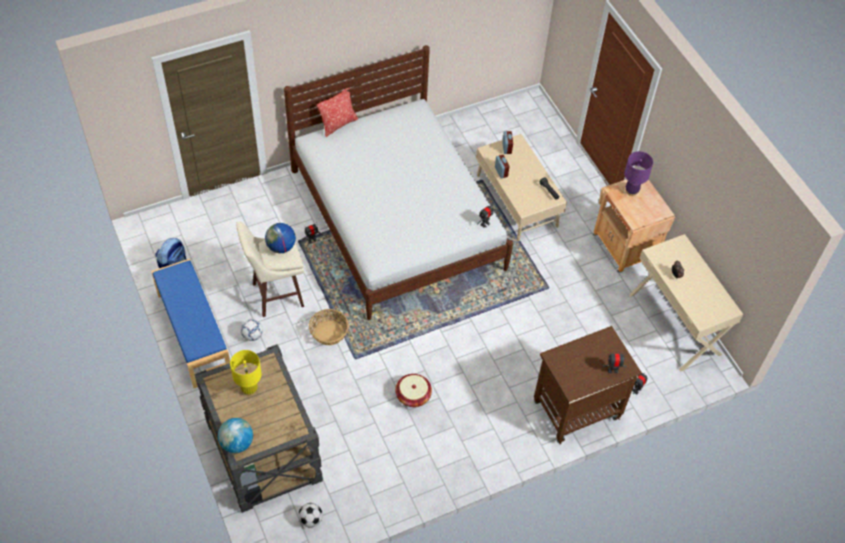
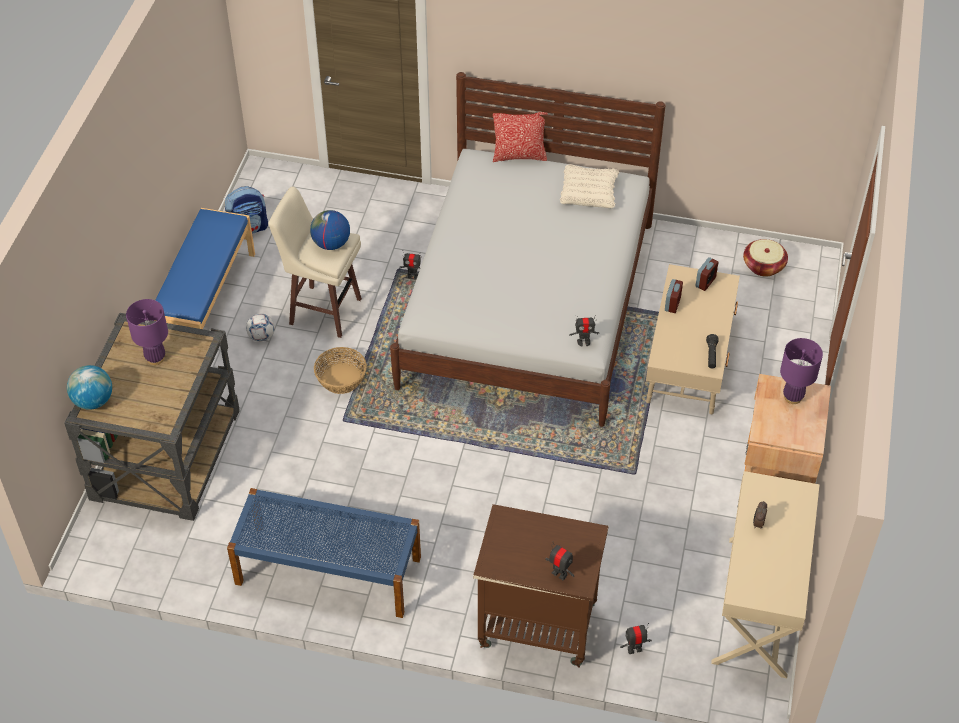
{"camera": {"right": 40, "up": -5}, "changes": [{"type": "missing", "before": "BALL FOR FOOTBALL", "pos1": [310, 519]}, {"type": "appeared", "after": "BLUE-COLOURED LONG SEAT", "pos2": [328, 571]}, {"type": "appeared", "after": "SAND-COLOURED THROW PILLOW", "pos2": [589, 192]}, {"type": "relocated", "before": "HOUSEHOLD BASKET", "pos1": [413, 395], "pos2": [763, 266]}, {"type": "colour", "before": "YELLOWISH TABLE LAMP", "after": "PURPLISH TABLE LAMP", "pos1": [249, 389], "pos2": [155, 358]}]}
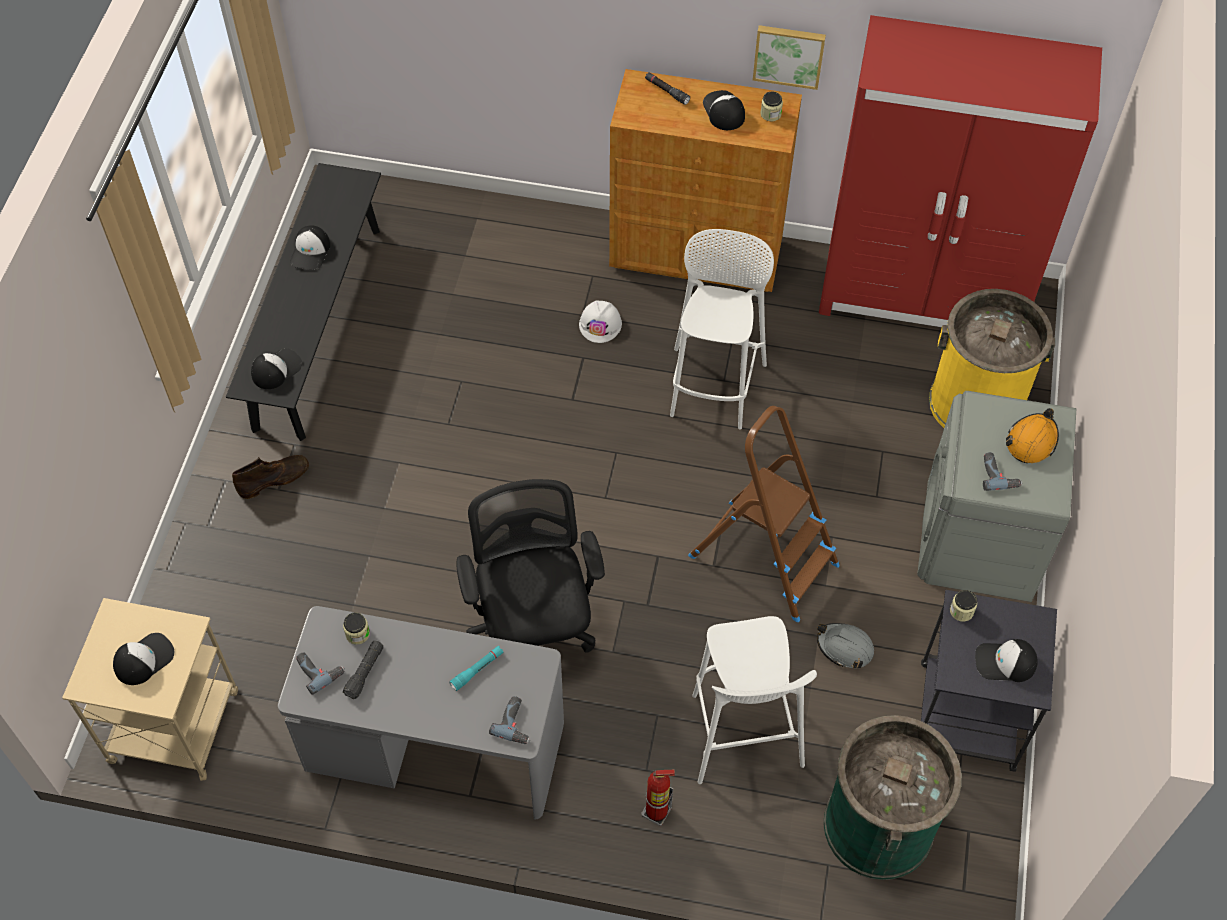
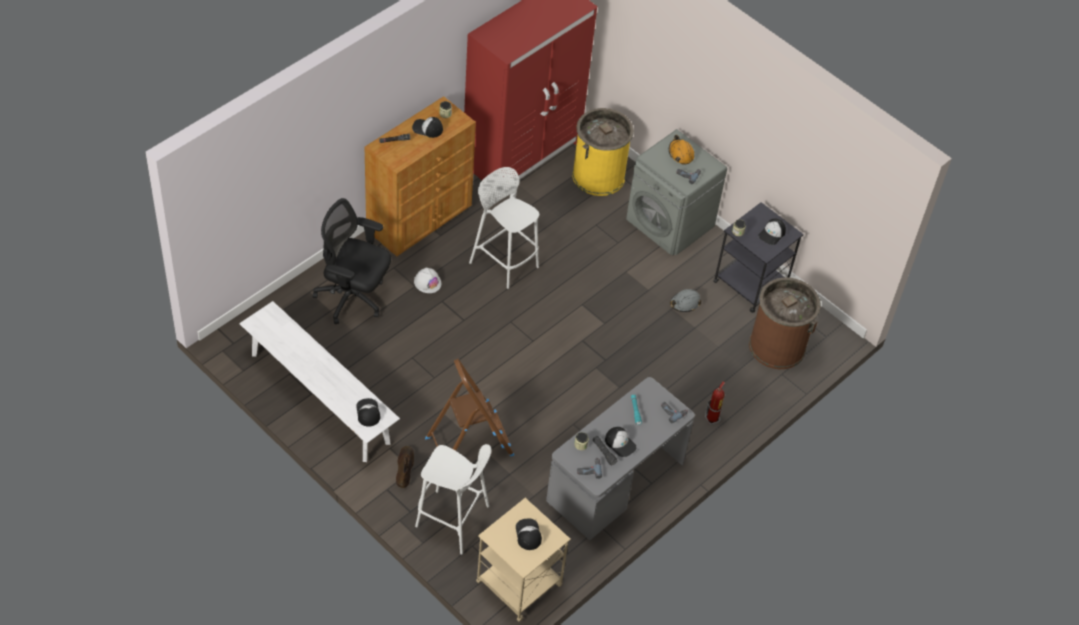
{"camera": {"right": -60, "up": -5}, "changes": [{"type": "missing", "before": "PICTURE", "pos1": [789, 55]}, {"type": "relocated", "before": "BASEBALL CAP", "pos1": [311, 252], "pos2": [620, 443]}, {"type": "relocated", "before": "BLACKISH OFFICE CHAIR", "pos1": [534, 634], "pos2": [355, 297]}, {"type": "relocated", "before": "BROWN STEP STOOL", "pos1": [765, 561], "pos2": [470, 446]}, {"type": "relocated", "before": "WHITE-COLOURED STOOL", "pos1": [742, 735], "pos2": [452, 520]}, {"type": "colour", "before": "BLACKISH LONG SEAT", "after": "WHITE-COLOURED LONG SEAT", "pos1": [317, 326], "pos2": [319, 398]}, {"type": "colour", "before": "GREEN-COLOURED TRASH CAN", "after": "BROWN TRASH CAN", "pos1": [878, 826], "pos2": [777, 346]}]}
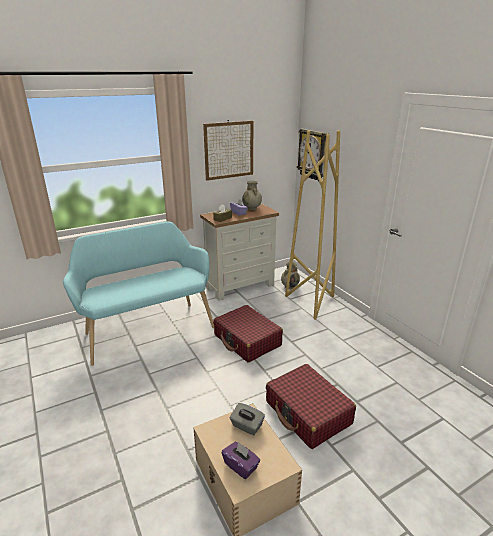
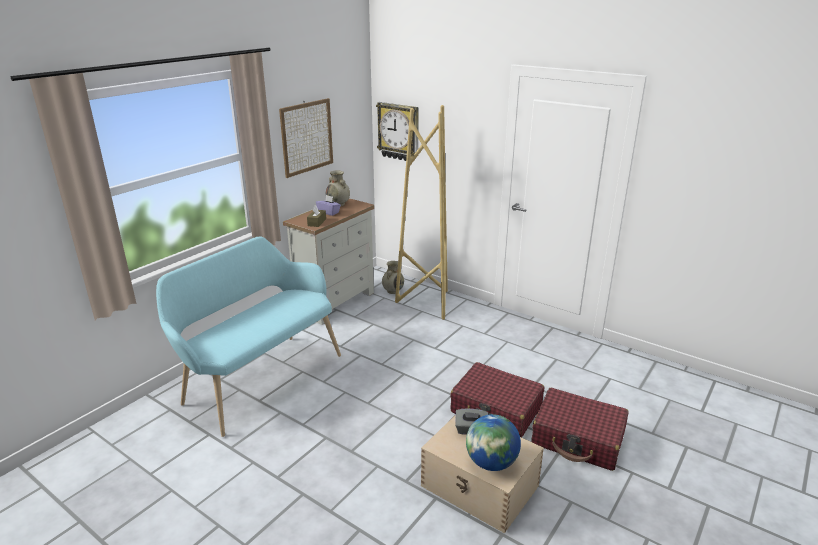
{"camera": {"right": -25, "up": 0}, "changes": [{"type": "relocated", "before": "RED-COLOURED SUITCASE", "pos1": [247, 340], "pos2": [578, 438]}, {"type": "exchanged", "before": "PURPLISH TISSUE HOLDER", "after": "WORLD GLOBE", "pos1": [241, 466], "pos2": [491, 463]}]}
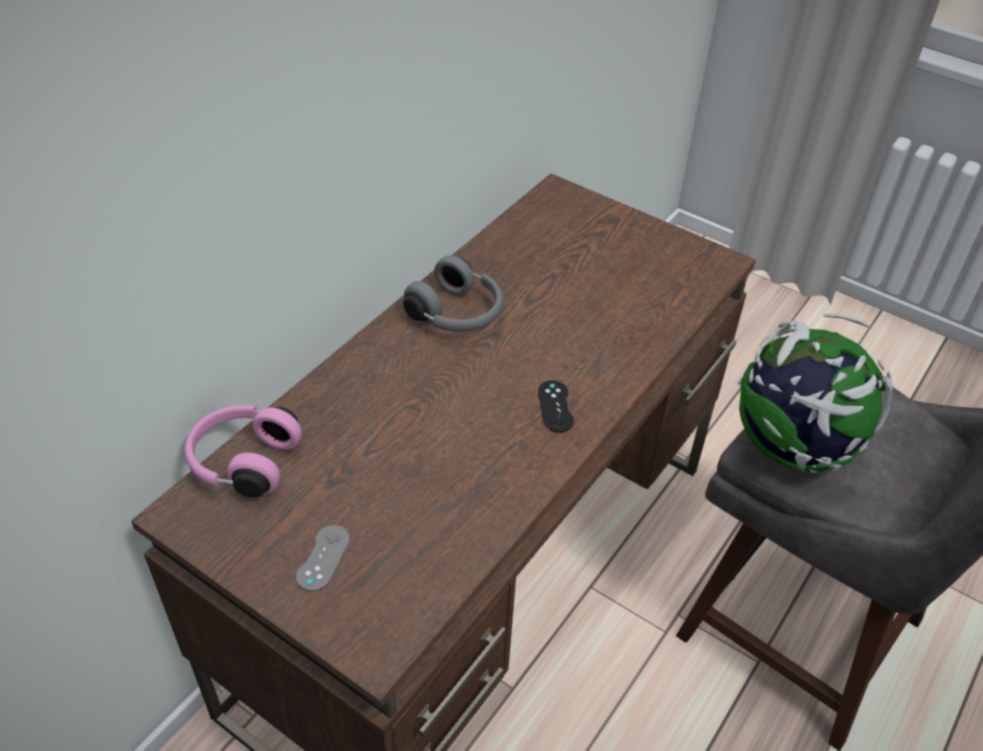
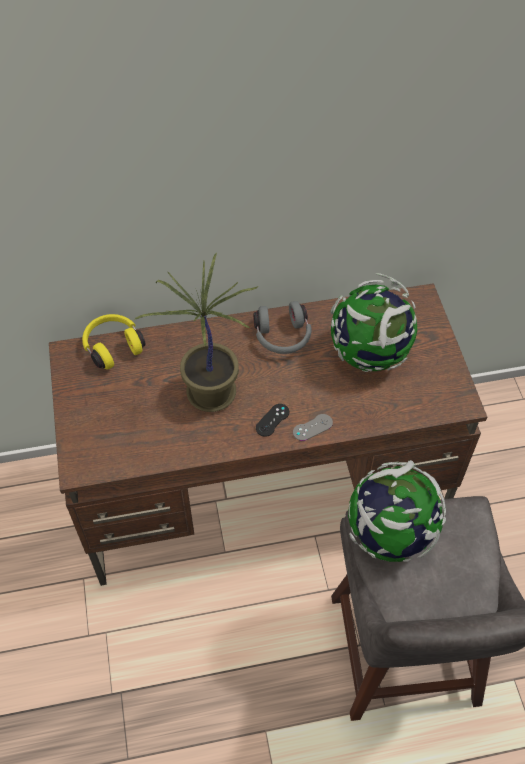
{"camera": {"right": 45, "up": 10}, "changes": [{"type": "appeared", "after": "HOUSEPLANT", "pos2": [209, 393]}, {"type": "appeared", "after": "WORLD GLOBE", "pos2": [369, 353]}, {"type": "relocated", "before": "GREY GAMEPAD", "pos1": [323, 558], "pos2": [312, 427]}, {"type": "colour", "before": "PINKISH HEADPHONES", "after": "YELLOWISH HEADPHONES", "pos1": [243, 461], "pos2": [113, 346]}]}
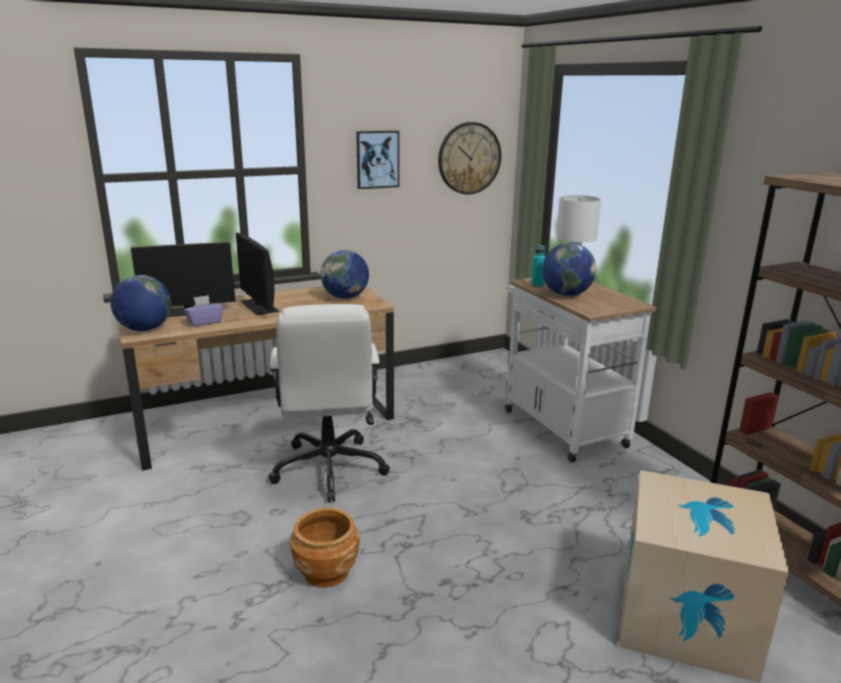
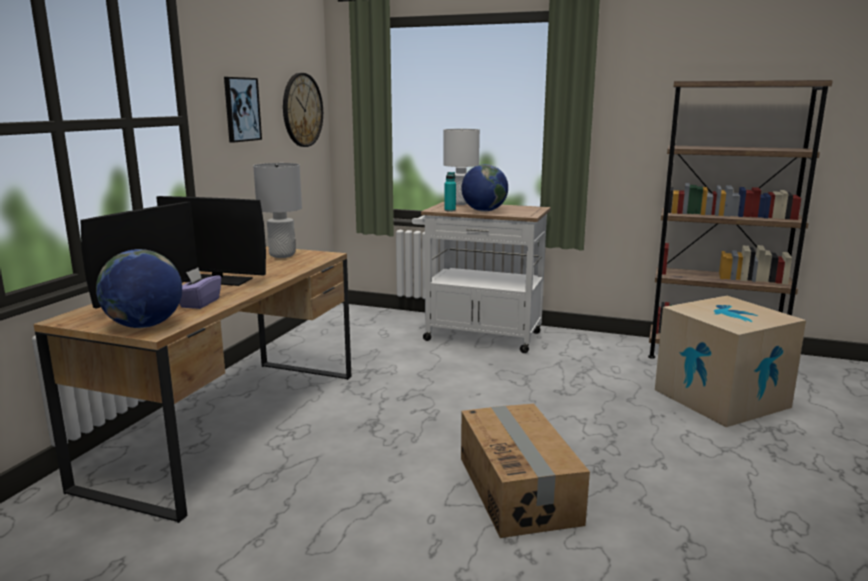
{"camera": {"right": -45, "up": -5}, "changes": [{"type": "missing", "before": "WHITE-COLOURED OFFICE CHAIR", "pos1": [329, 472]}, {"type": "exchanged", "before": "BROWN FLOWER POT", "after": "CARTON", "pos1": [326, 572], "pos2": [519, 489]}, {"type": "exchanged", "before": "WORLD GLOBE", "after": "GREY TABLE LAMP", "pos1": [345, 297], "pos2": [283, 256]}]}
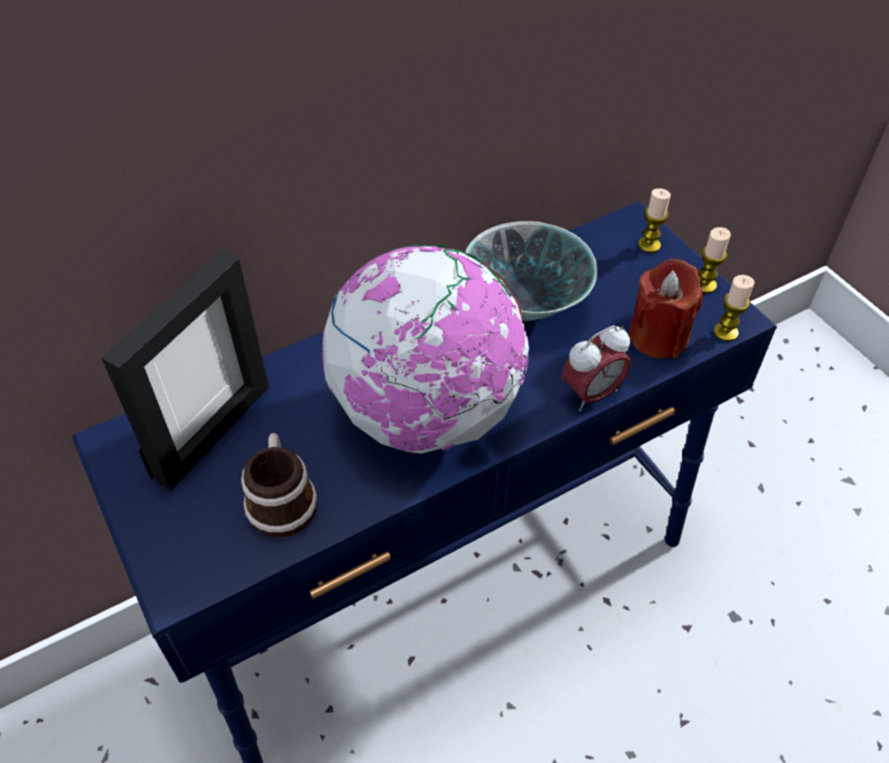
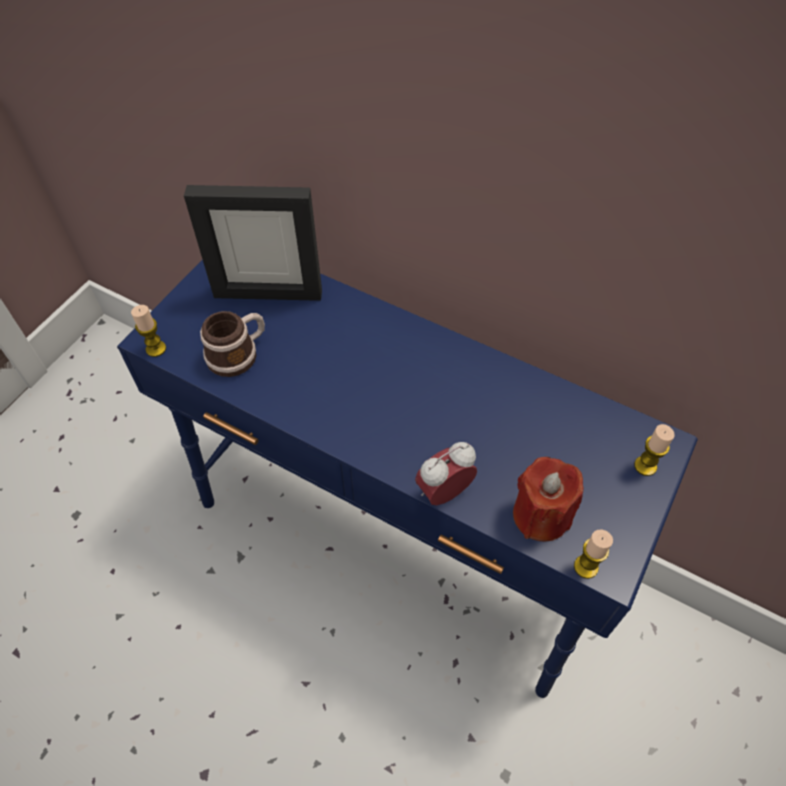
{"camera": {"right": 60, "up": 5}, "changes": [{"type": "missing", "before": "WORLD GLOBE", "pos1": [427, 413]}, {"type": "missing", "before": "BOWL", "pos1": [526, 305]}, {"type": "relocated", "before": "WAX CANDLE", "pos1": [704, 285], "pos2": [156, 349]}, {"type": "spun", "before": "BEDSIDE CLOCK", "pos1": [591, 394], "pos2": [444, 492], "turn": 120}]}
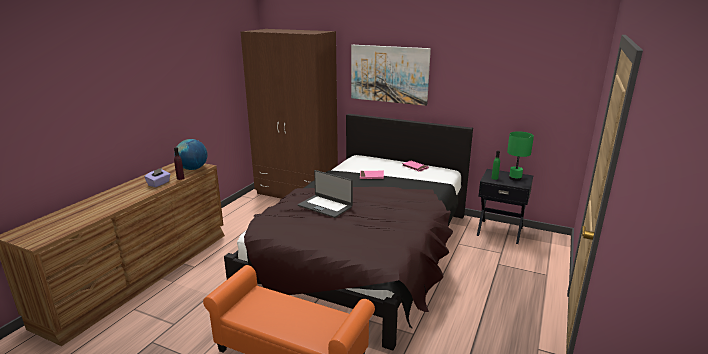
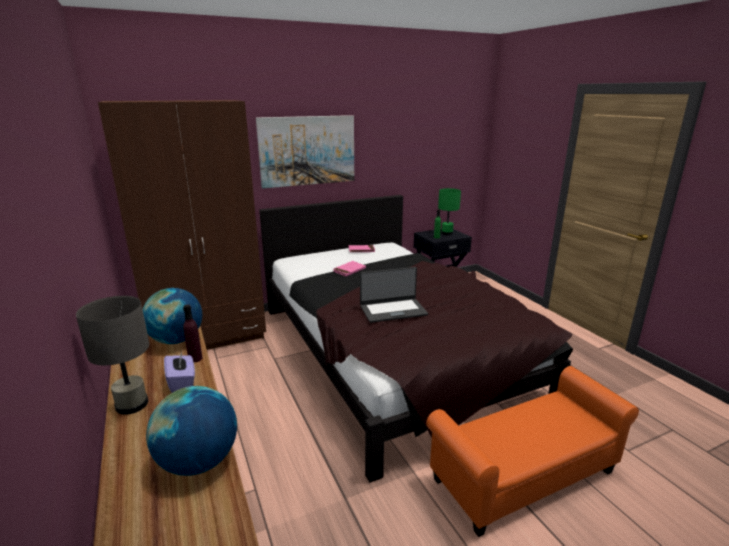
{"camera": {"right": -50, "up": 0}, "changes": [{"type": "appeared", "after": "GREY TABLE LAMP", "pos2": [131, 405]}, {"type": "appeared", "after": "WORLD GLOBE", "pos2": [198, 462]}]}
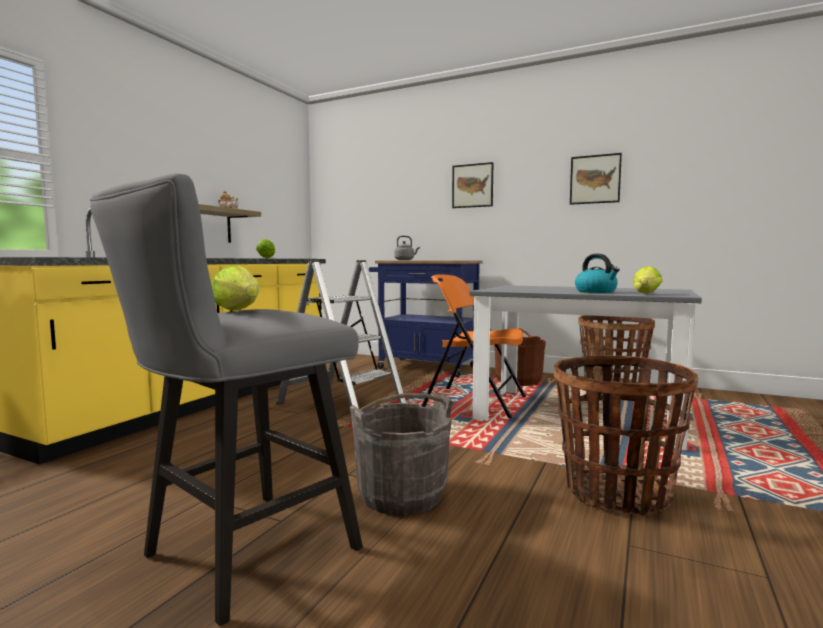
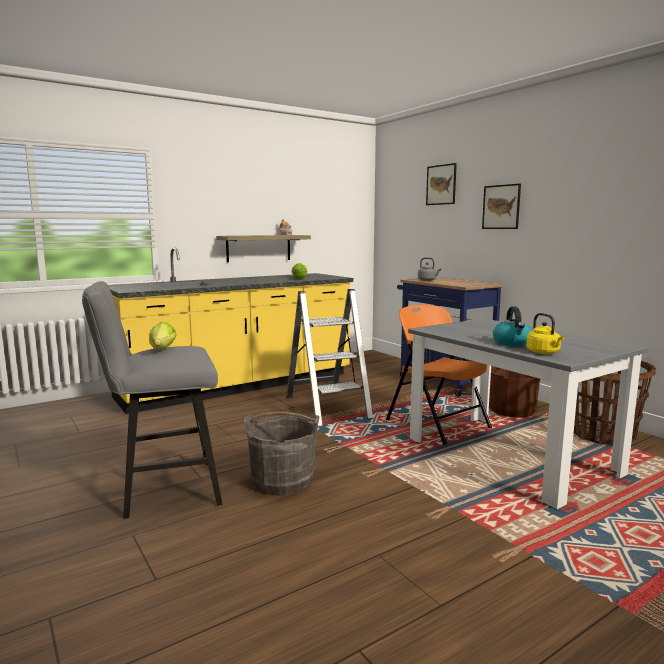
{"camera": {"right": 30, "up": 5}, "changes": [{"type": "missing", "before": "HOUSEHOLD BASKET", "pos1": [616, 493]}, {"type": "relocated", "before": "PICTURE", "pos1": [595, 179], "pos2": [441, 184]}, {"type": "exchanged", "before": "LETTUCE", "after": "YELLOWISH TEA KETTLE", "pos1": [645, 293], "pos2": [544, 352]}]}
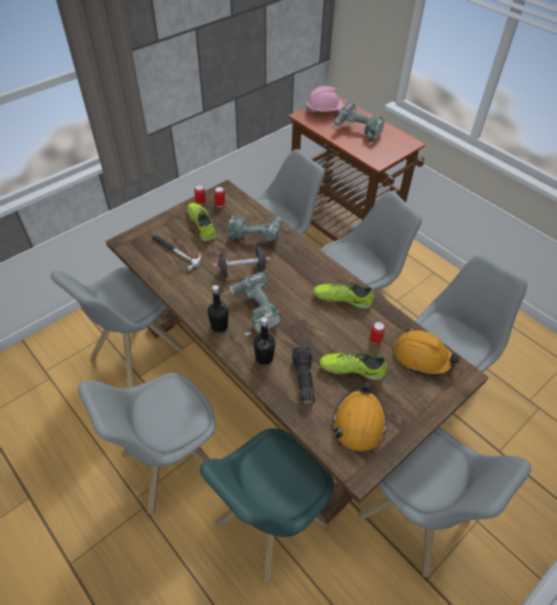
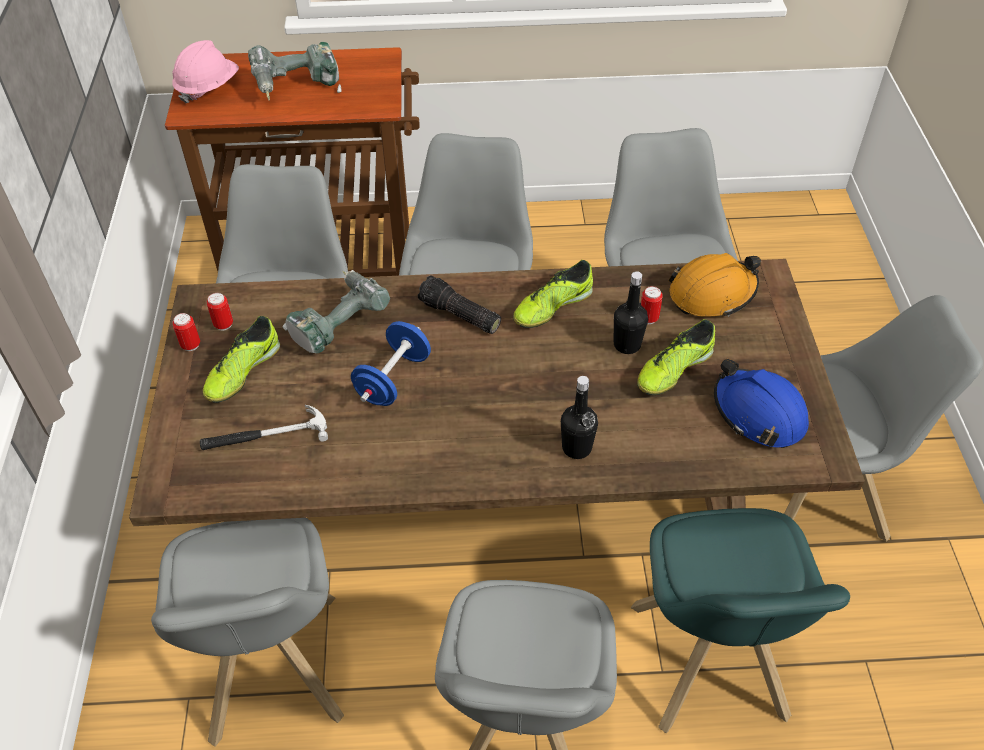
{"camera": {"right": -50, "up": 0}, "changes": [{"type": "missing", "before": "DRILL", "pos1": [253, 311]}, {"type": "relocated", "before": "BLACKISH BEVERAGE BOTTLE", "pos1": [219, 326], "pos2": [627, 345]}, {"type": "relocated", "before": "TORCH", "pos1": [302, 380], "pos2": [458, 316]}, {"type": "colour", "before": "BLACKISH DUMBBELL", "after": "BLUE-COLOURED DUMBBELL", "pos1": [242, 271], "pos2": [393, 379]}, {"type": "colour", "before": "ORANGE WORK HELMET", "after": "BLUE-COLOURED WORK HELMET", "pos1": [359, 422], "pos2": [758, 413]}, {"type": "spun", "before": "SHOE", "pos1": [201, 225], "pos2": [242, 372], "turn": -75}]}
